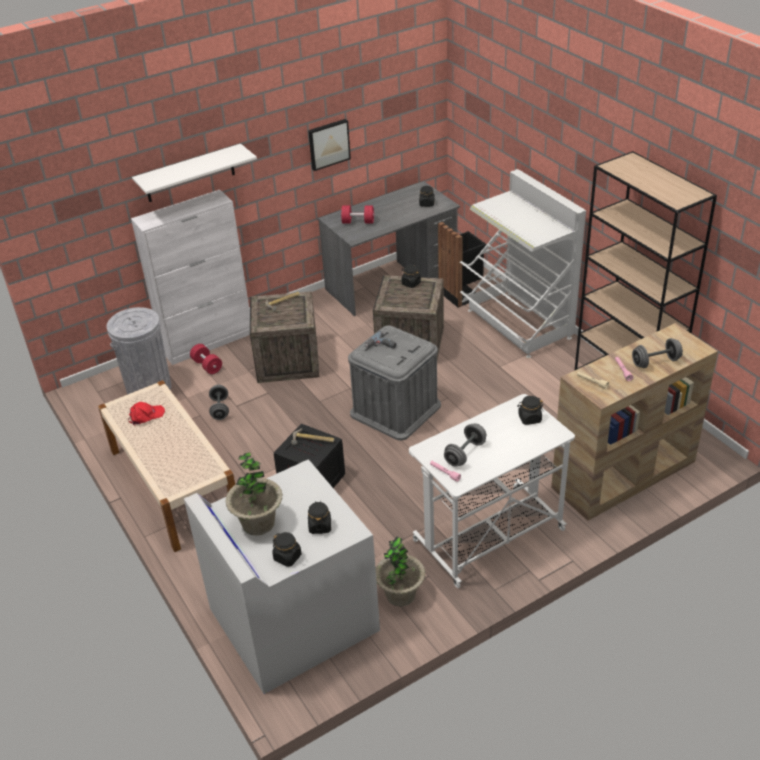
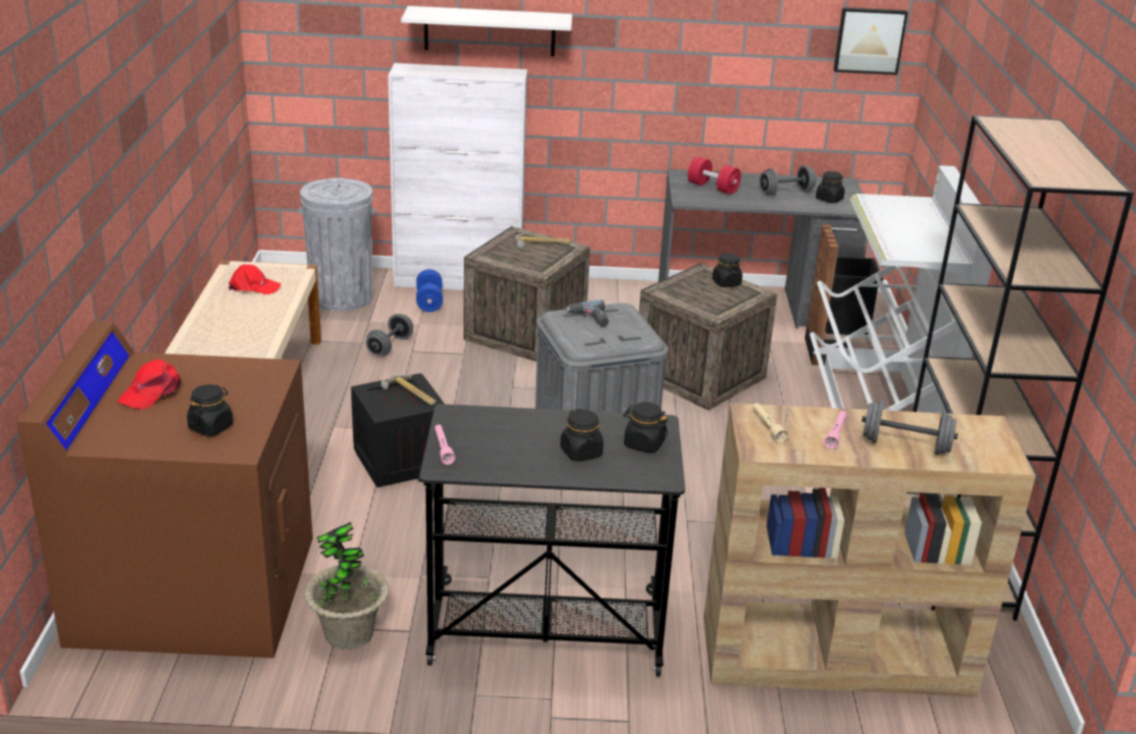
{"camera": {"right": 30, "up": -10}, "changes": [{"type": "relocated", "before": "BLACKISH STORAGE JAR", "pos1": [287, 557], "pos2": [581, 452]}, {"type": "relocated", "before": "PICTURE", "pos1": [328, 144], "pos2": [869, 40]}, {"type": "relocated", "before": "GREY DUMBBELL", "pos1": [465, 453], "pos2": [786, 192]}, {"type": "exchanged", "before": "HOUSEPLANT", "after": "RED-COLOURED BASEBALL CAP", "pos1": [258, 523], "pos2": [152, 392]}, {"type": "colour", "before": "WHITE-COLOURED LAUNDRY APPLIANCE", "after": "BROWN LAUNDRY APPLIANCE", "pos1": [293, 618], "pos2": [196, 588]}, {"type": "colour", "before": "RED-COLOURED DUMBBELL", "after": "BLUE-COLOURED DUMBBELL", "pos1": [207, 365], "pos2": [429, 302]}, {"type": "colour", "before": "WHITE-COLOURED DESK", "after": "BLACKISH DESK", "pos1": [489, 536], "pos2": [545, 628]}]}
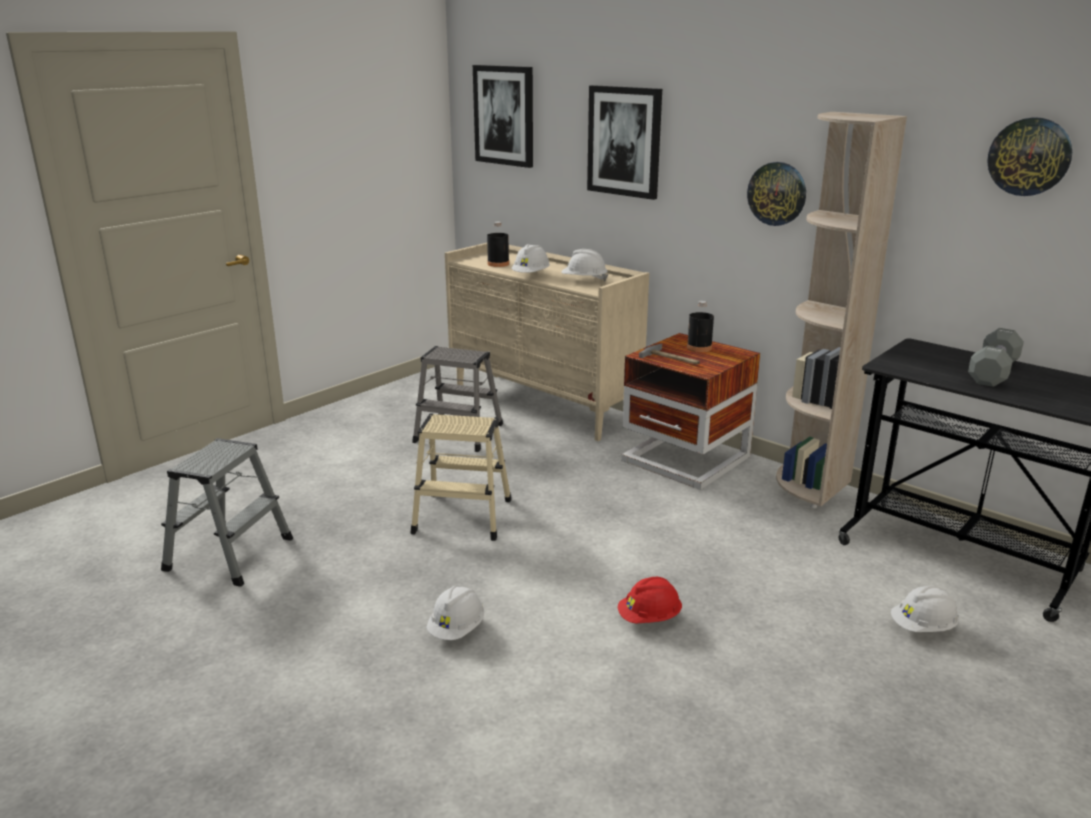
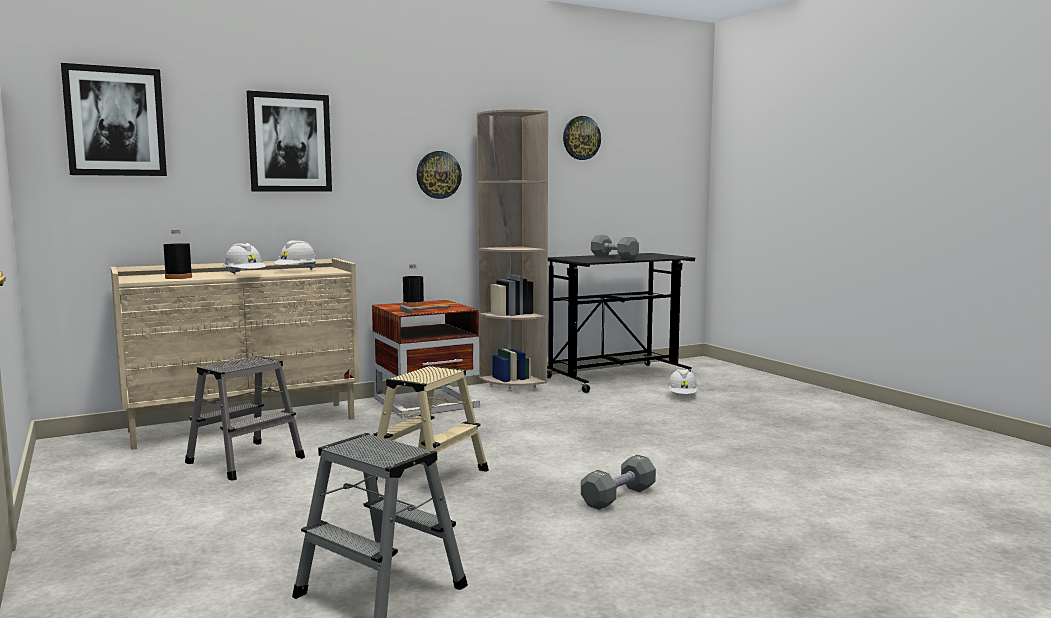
{"camera": {"right": -70, "up": -15}, "changes": [{"type": "missing", "before": "RED-COLOURED WORK HELMET", "pos1": [649, 618]}, {"type": "exchanged", "before": "WHITE-COLOURED WORK HELMET", "after": "GREY DUMBBELL", "pos1": [457, 629], "pos2": [618, 497]}]}
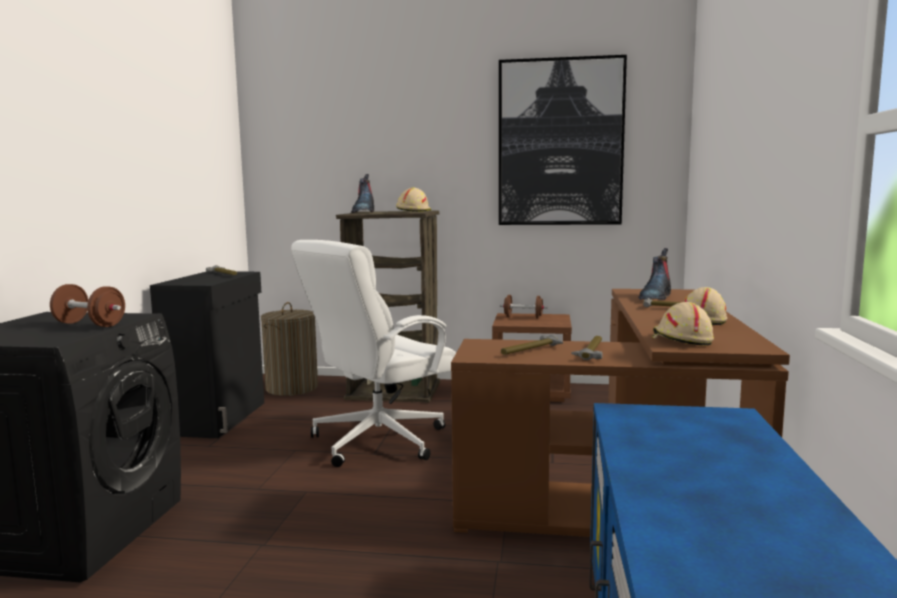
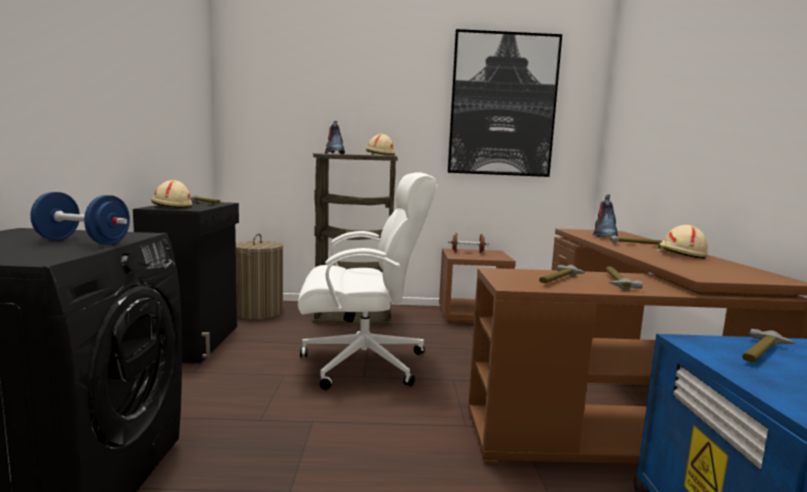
{"camera": {"right": -10, "up": 0}, "changes": [{"type": "appeared", "after": "HAND HAMMER", "pos2": [760, 353]}, {"type": "relocated", "before": "SAND-COLOURED WORK HELMET", "pos1": [681, 340], "pos2": [172, 206]}, {"type": "colour", "before": "BROWN DUMBBELL", "after": "BLUE-COLOURED DUMBBELL", "pos1": [90, 324], "pos2": [83, 241]}, {"type": "spun", "before": "WHITE-COLOURED OFFICE CHAIR", "pos1": [380, 440], "pos2": [362, 362], "turn": -135}]}
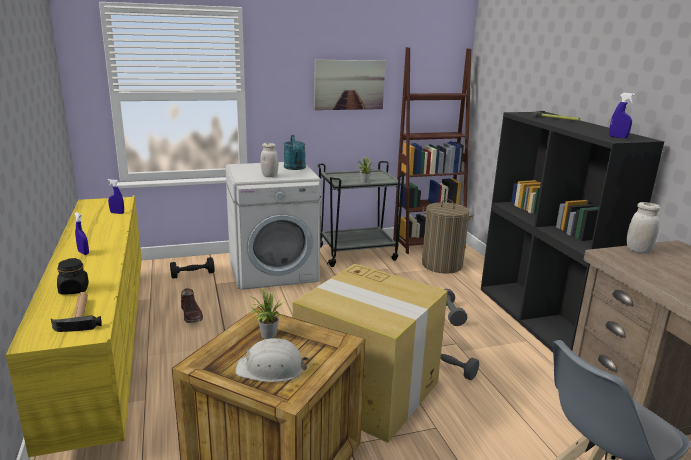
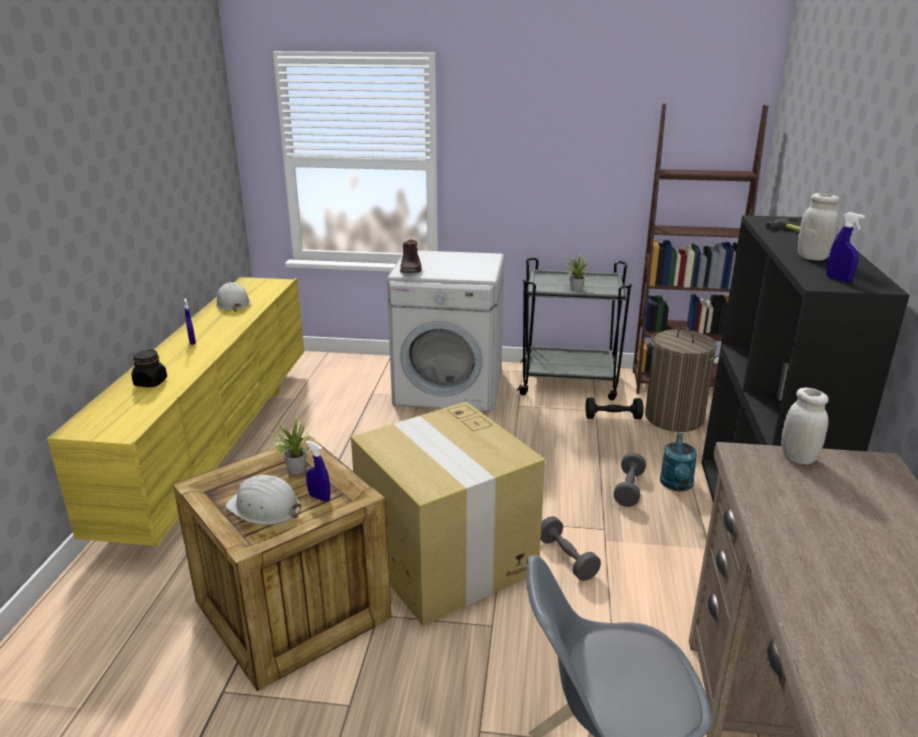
{"camera": {"right": 25, "up": 5}, "changes": [{"type": "missing", "before": "HAND HAMMER", "pos1": [79, 315]}, {"type": "missing", "before": "PICTURE", "pos1": [349, 85]}, {"type": "appeared", "after": "WHITE-COLOURED WORK HELMET", "pos2": [232, 303]}, {"type": "relocated", "before": "BLUE-COLOURED HAND SPRAYER", "pos1": [117, 213], "pos2": [319, 497]}, {"type": "relocated", "before": "BLACKISH DUMBBELL", "pos1": [192, 275], "pos2": [613, 417]}, {"type": "relocated", "before": "BROWN HIGH-TOP BOOT", "pos1": [192, 315], "pos2": [411, 268]}, {"type": "relocated", "before": "WHITE-COLOURED STORAGE JAR", "pos1": [269, 176], "pos2": [812, 257]}, {"type": "relocated", "before": "BLUE-GREEN WATERING CAN", "pos1": [295, 168], "pos2": [676, 485]}]}
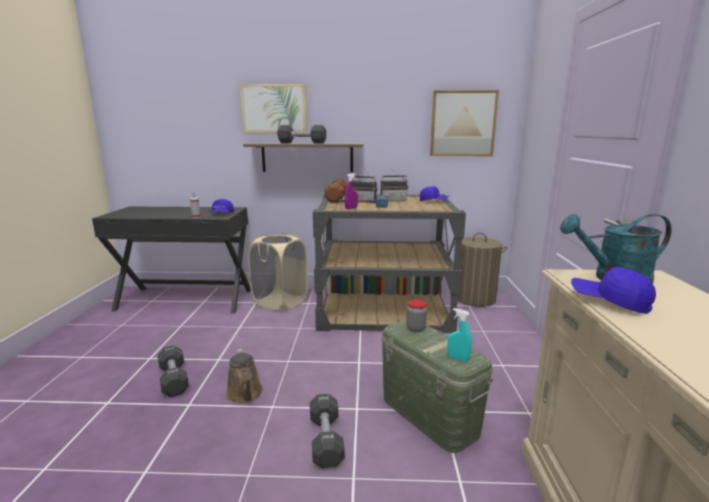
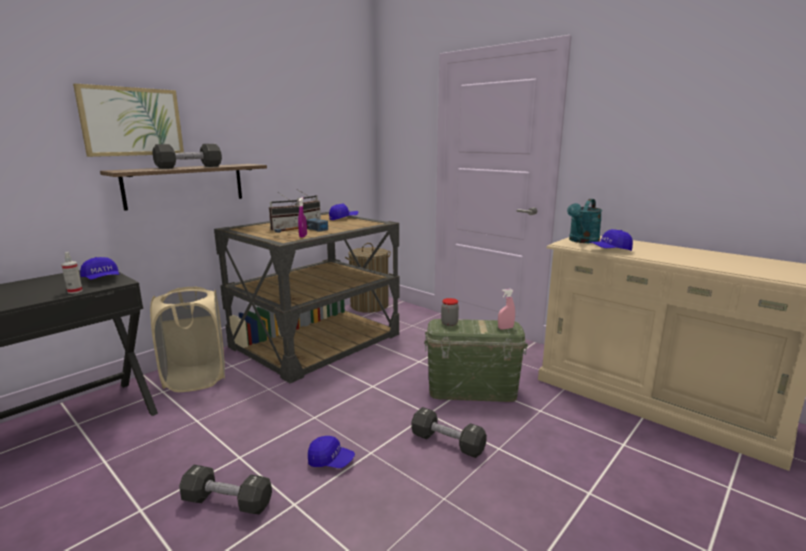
{"camera": {"right": -50, "up": 0}, "changes": [{"type": "missing", "before": "BROWN DUMBBELL", "pos1": [337, 199]}, {"type": "missing", "before": "PICTURE", "pos1": [462, 123]}, {"type": "exchanged", "before": "BROWN WATERING CAN", "after": "BLUE-COLOURED BASEBALL CAP", "pos1": [245, 394], "pos2": [331, 461]}, {"type": "colour", "before": "BLUE-GREEN HAND SPRAYER", "after": "PINKISH HAND SPRAYER", "pos1": [458, 358], "pos2": [505, 328]}]}
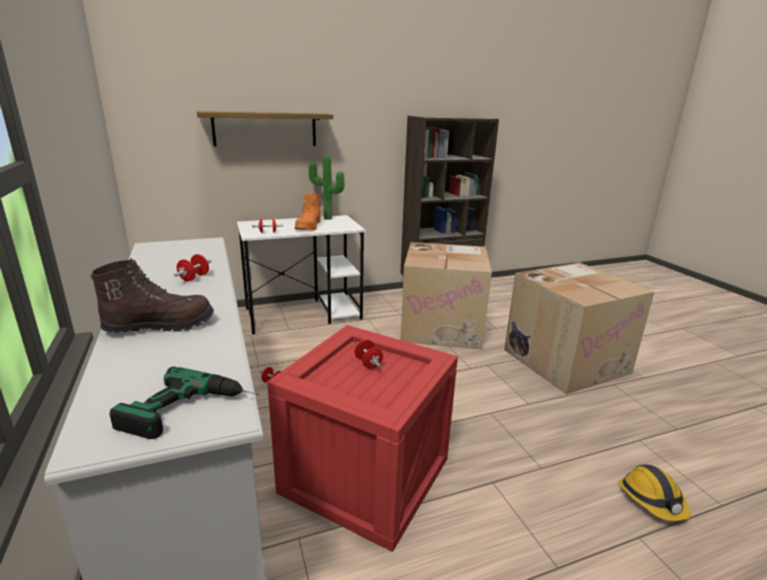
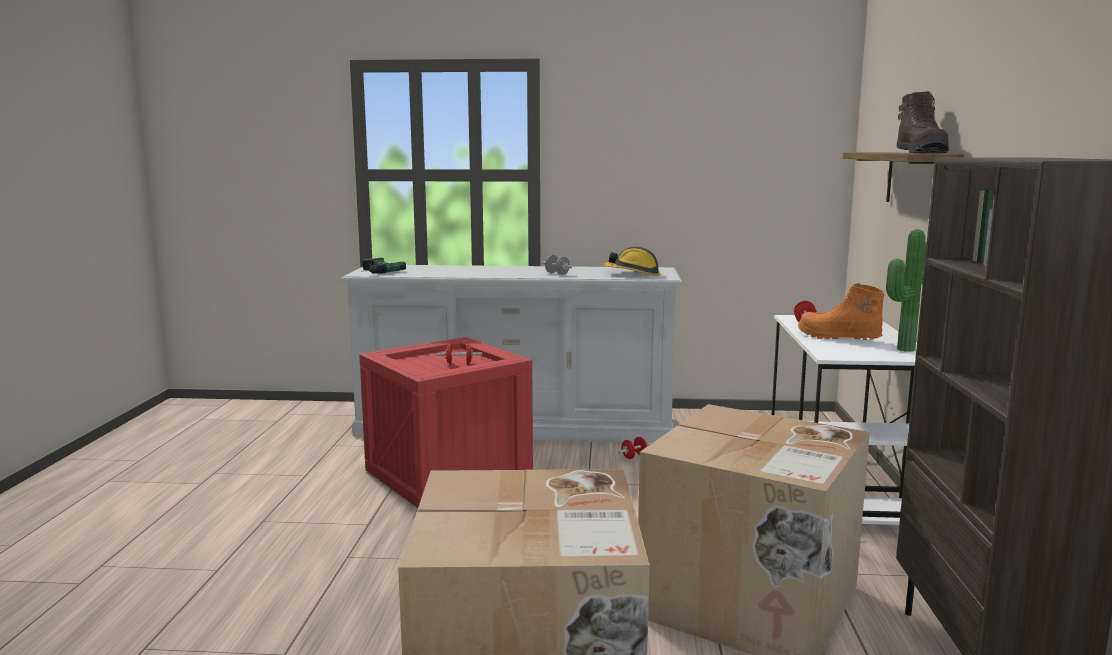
{"camera": {"right": 115, "up": -10}, "changes": [{"type": "relocated", "before": "BROWN HIGH-TOP BOOT", "pos1": [160, 325], "pos2": [921, 153]}, {"type": "relocated", "before": "WORK HELMET", "pos1": [652, 500], "pos2": [633, 274]}, {"type": "colour", "before": "RED-COLOURED DUMBBELL", "after": "GREY DUMBBELL", "pos1": [194, 278], "pos2": [557, 274]}]}
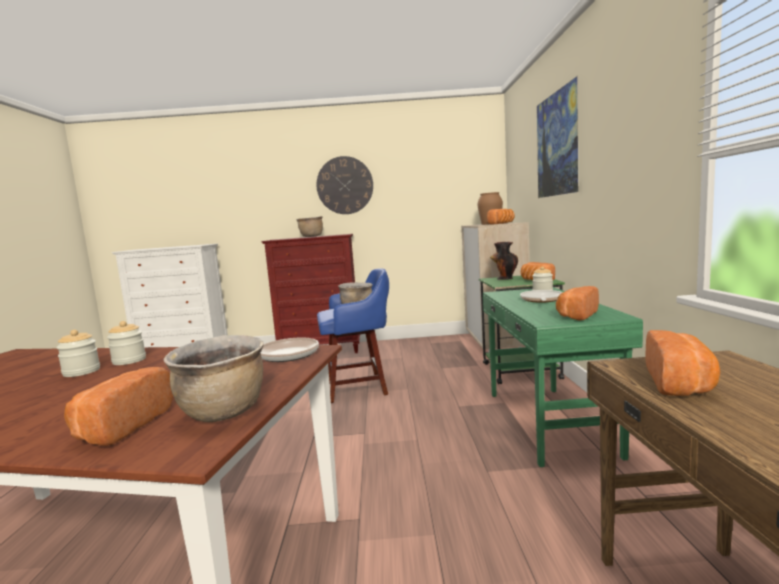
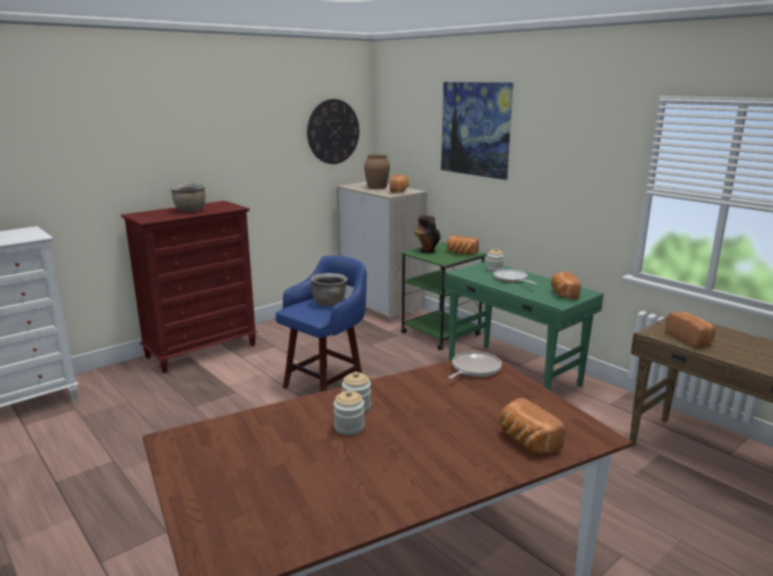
{"camera": {"right": -40, "up": 10}, "changes": [{"type": "missing", "before": "BROWN COOKING POT", "pos1": [224, 412]}, {"type": "relocated", "before": "HANGING CLOCK", "pos1": [345, 185], "pos2": [333, 131]}]}
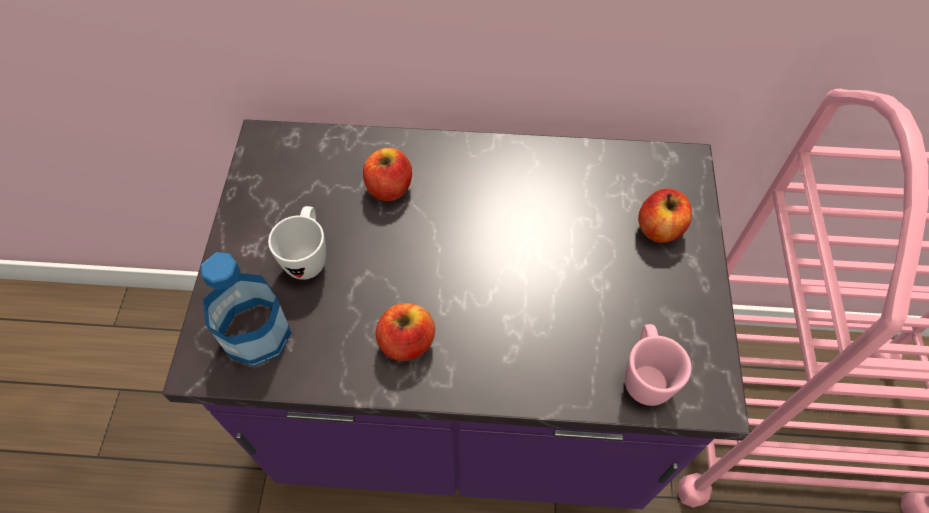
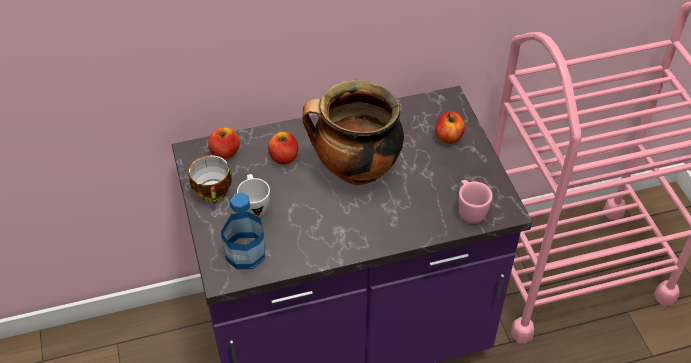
{"camera": {"right": -20, "up": -10}, "changes": [{"type": "appeared", "after": "DRINKING CUP", "pos2": [214, 193]}, {"type": "appeared", "after": "COOKING POT", "pos2": [355, 171]}, {"type": "relocated", "before": "WHOLE APPLE", "pos1": [407, 342], "pos2": [225, 152]}]}
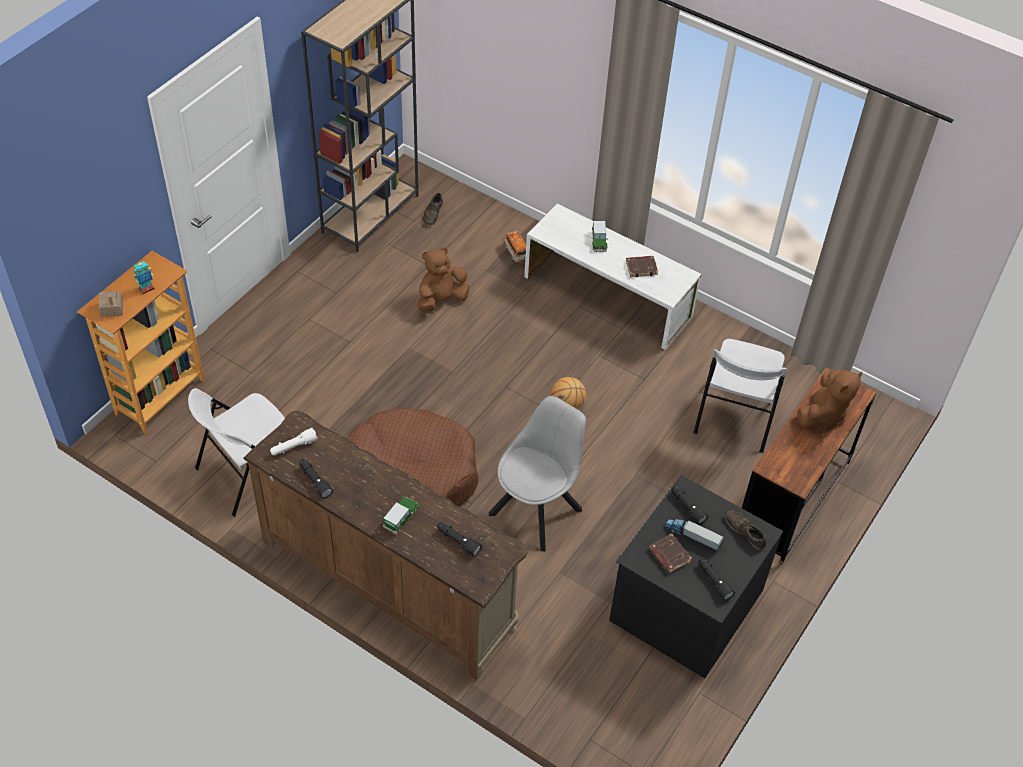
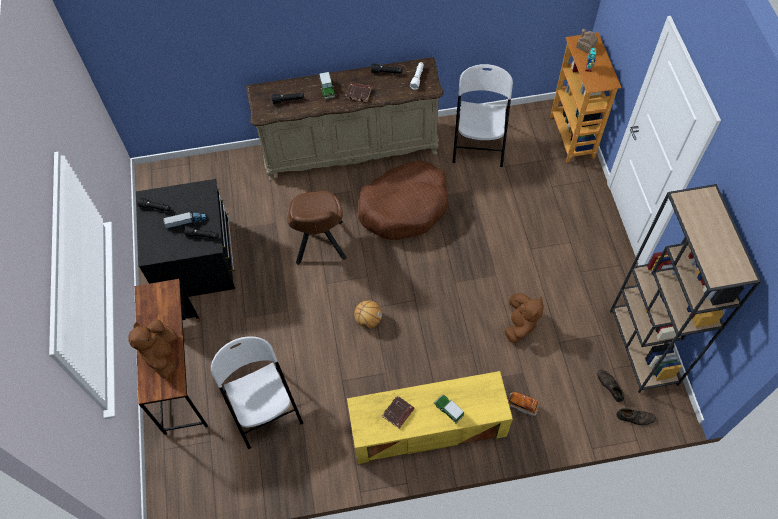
{"camera": {"right": 140, "up": 10}, "changes": [{"type": "relocated", "before": "BROWN BOOK", "pos1": [668, 555], "pos2": [359, 93]}, {"type": "relocated", "before": "BROWN SHOE", "pos1": [745, 531], "pos2": [635, 417]}, {"type": "colour", "before": "GREY PLAIN CHAIR", "after": "BROWN PLAIN CHAIR", "pos1": [537, 510], "pos2": [319, 243]}, {"type": "colour", "before": "WHITE-COLOURED LONG SEAT", "after": "YELLOWISH LONG SEAT", "pos1": [609, 296], "pos2": [427, 428]}]}
